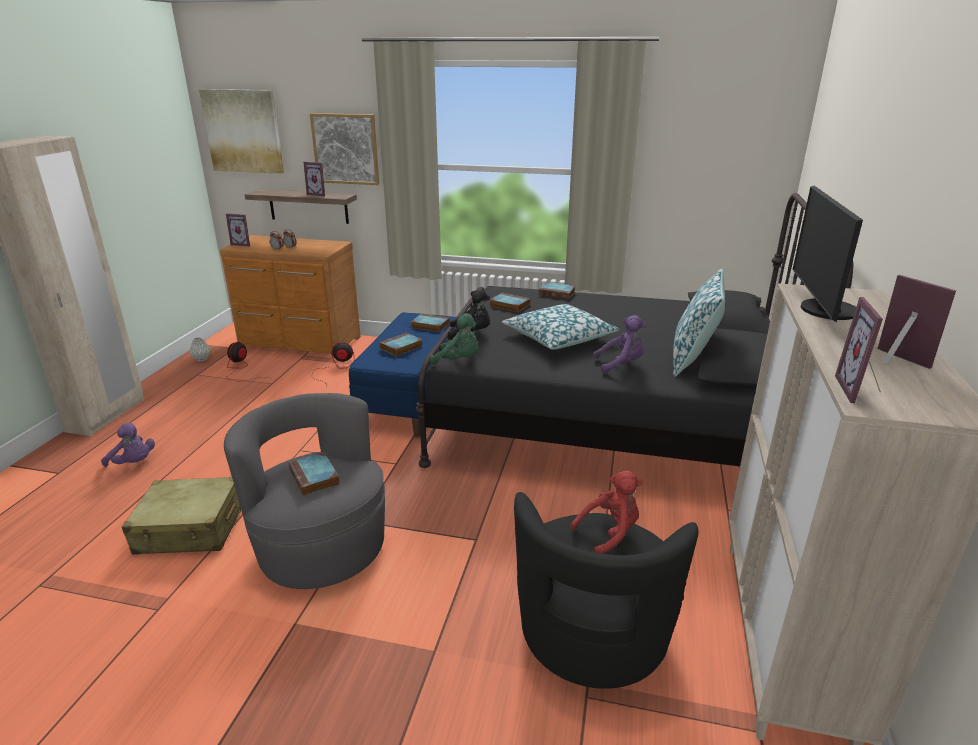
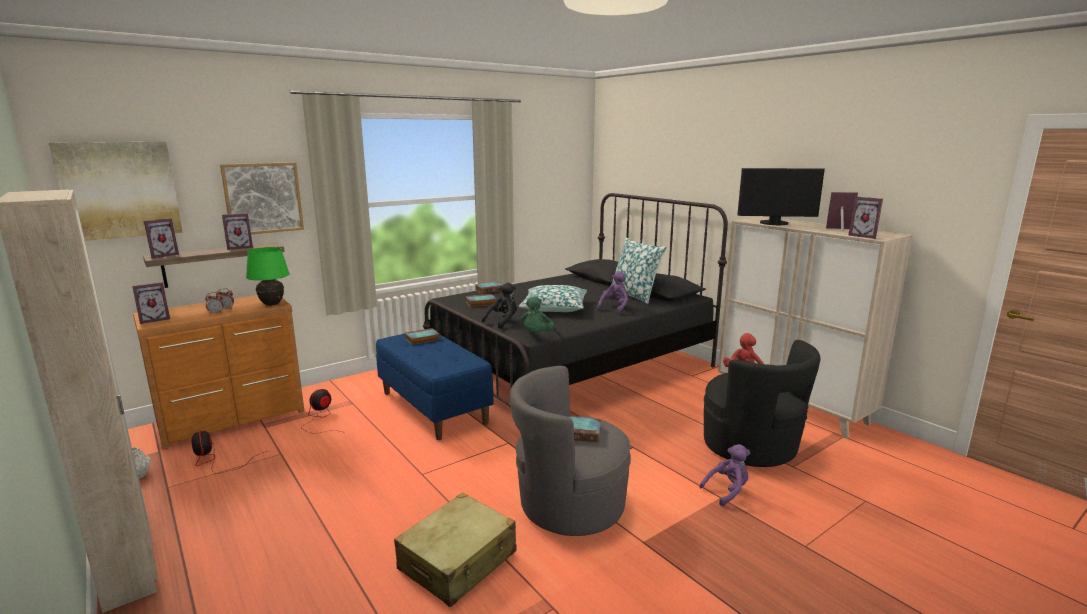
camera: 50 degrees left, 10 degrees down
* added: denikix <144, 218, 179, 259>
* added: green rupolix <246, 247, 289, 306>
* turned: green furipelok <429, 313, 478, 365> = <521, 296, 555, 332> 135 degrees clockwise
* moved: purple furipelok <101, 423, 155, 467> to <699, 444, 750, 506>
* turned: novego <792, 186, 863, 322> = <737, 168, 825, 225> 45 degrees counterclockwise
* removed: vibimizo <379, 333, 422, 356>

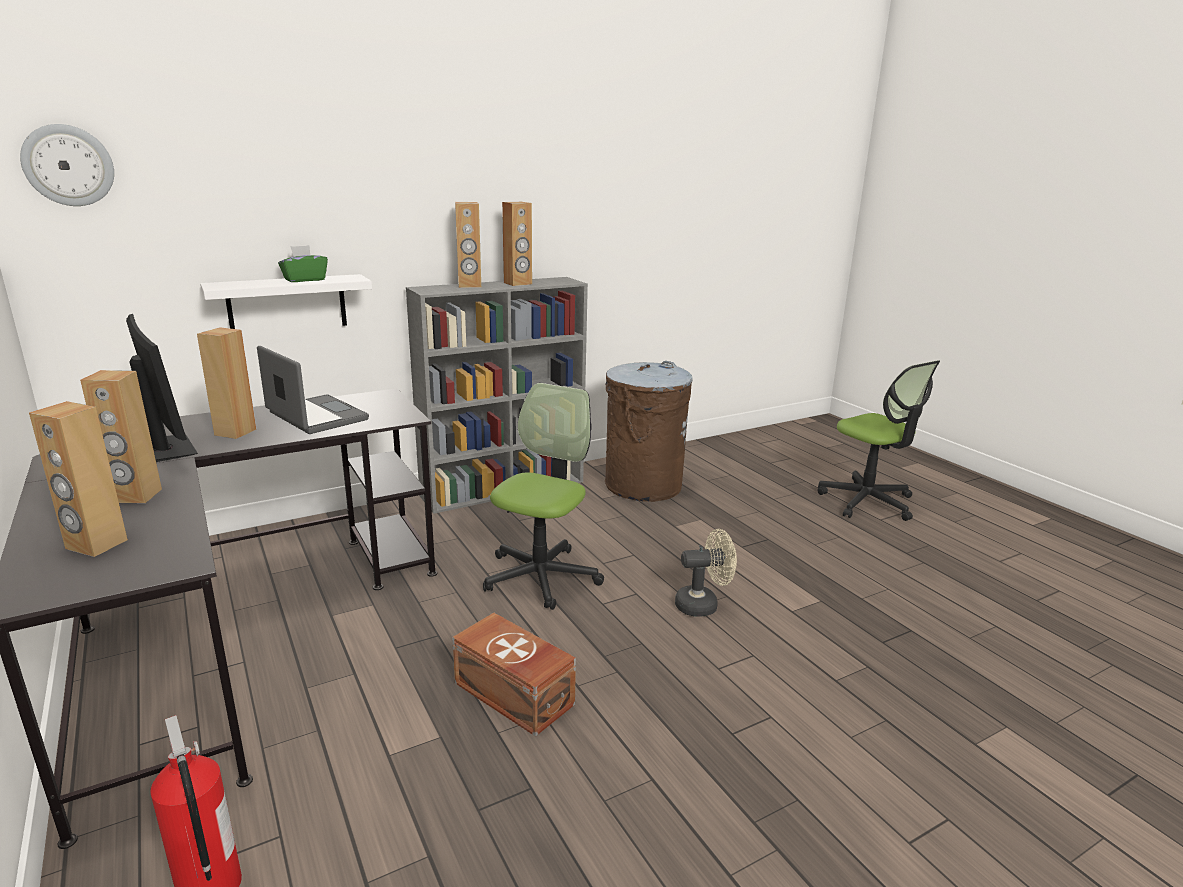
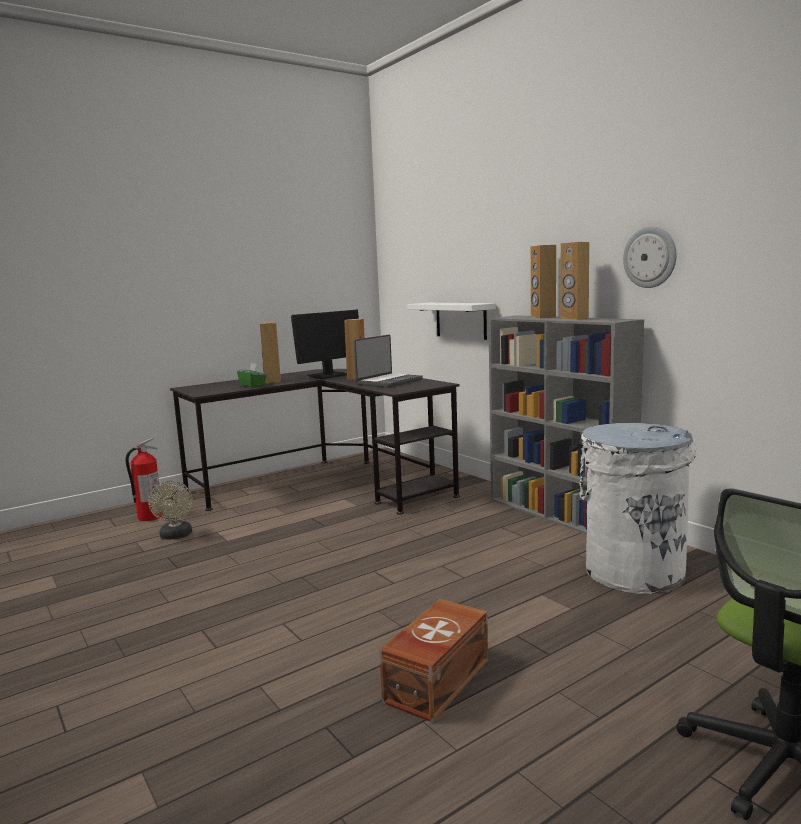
camera: 85 degrees right, 10 degrees down
* moved: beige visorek <675, 529, 737, 616> to <148, 481, 193, 540>
* moved: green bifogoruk <278, 245, 328, 282> to <237, 363, 267, 388>
* moved: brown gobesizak <452, 613, 576, 736> to <379, 599, 488, 723>
* recoloured: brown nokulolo <605, 361, 692, 502> to white nokulolo <579, 423, 697, 594>
* moved: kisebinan <20, 124, 114, 206> to <623, 226, 677, 288>
* removed: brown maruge <29, 401, 128, 557>
* removed: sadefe <483, 383, 604, 610>

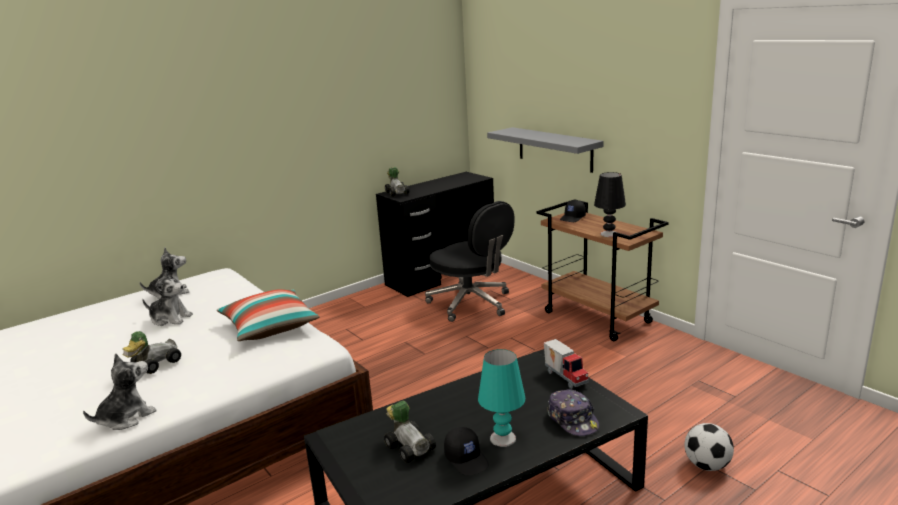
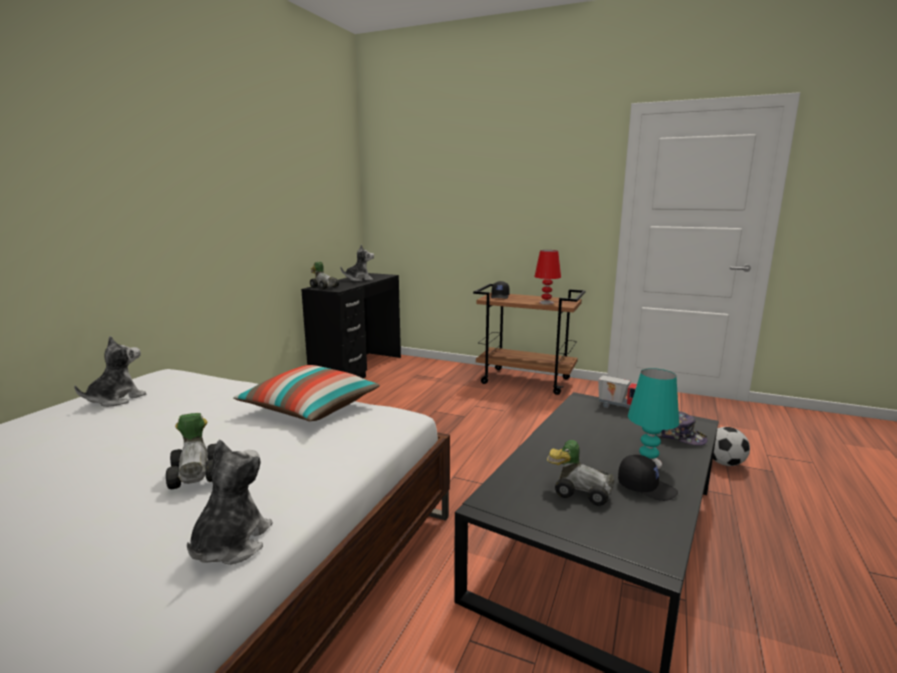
camera: 30 degrees left, 5 degrees down
* turned: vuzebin <123, 331, 181, 374> = <166, 413, 216, 489> 150 degrees clockwise
* moved: furipelok <142, 270, 193, 326> to <341, 245, 374, 281>
* recoloured: black rupolix <594, 172, 626, 237> to red rupolix <534, 250, 561, 305>
* removed: black sadefe <425, 201, 515, 322>
* removed: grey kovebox <487, 127, 604, 173>

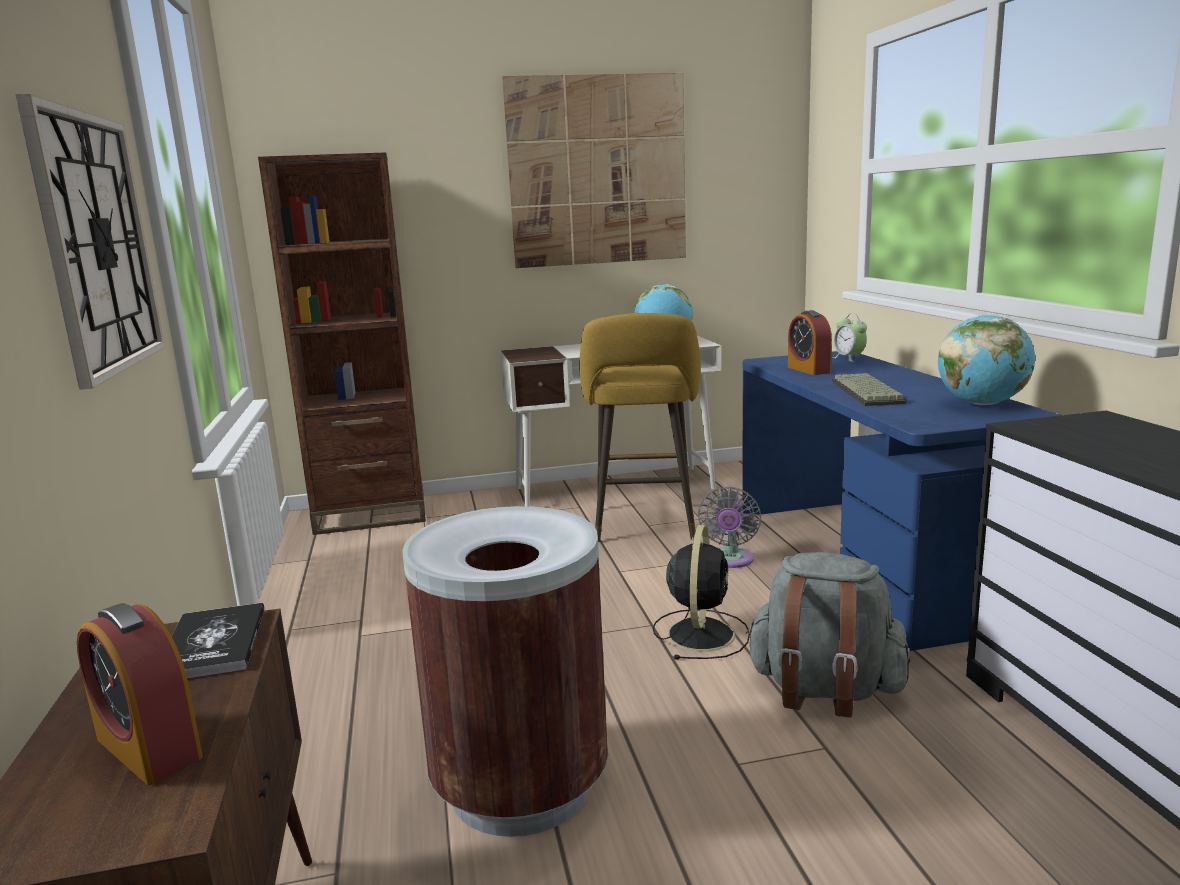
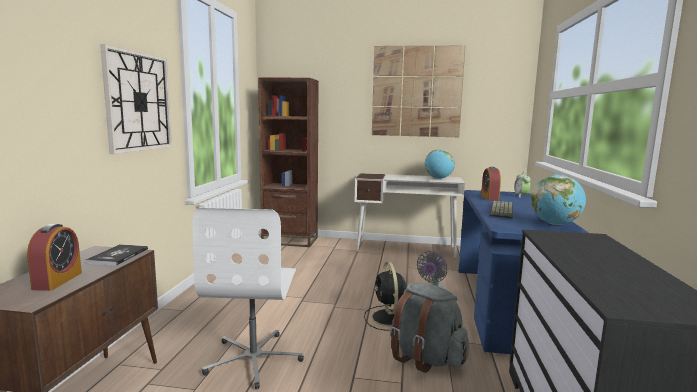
camera: 20 degrees right, 5 degrees down
* turned: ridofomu <77, 603, 203, 785> = <27, 224, 82, 291> 150 degrees counterclockwise
* replaced: brown nokulolo <402, 506, 608, 837> to white sadefe <192, 208, 304, 389>
* turned: black visorek <653, 525, 750, 660> = <364, 262, 407, 331> 135 degrees clockwise
* removed: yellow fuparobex <579, 313, 701, 542>

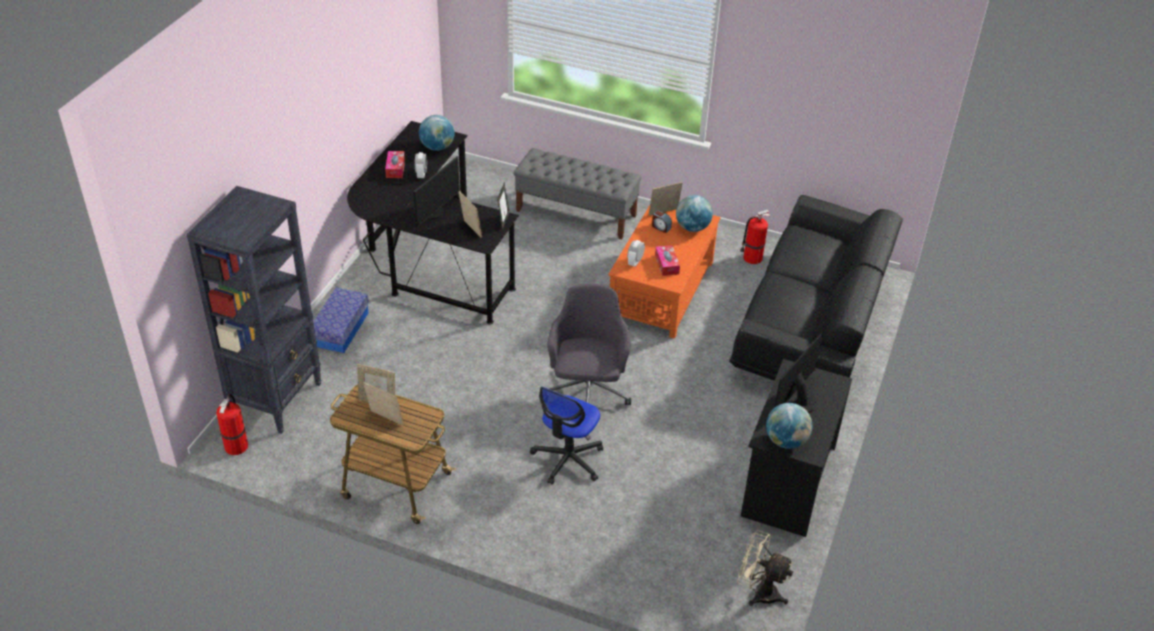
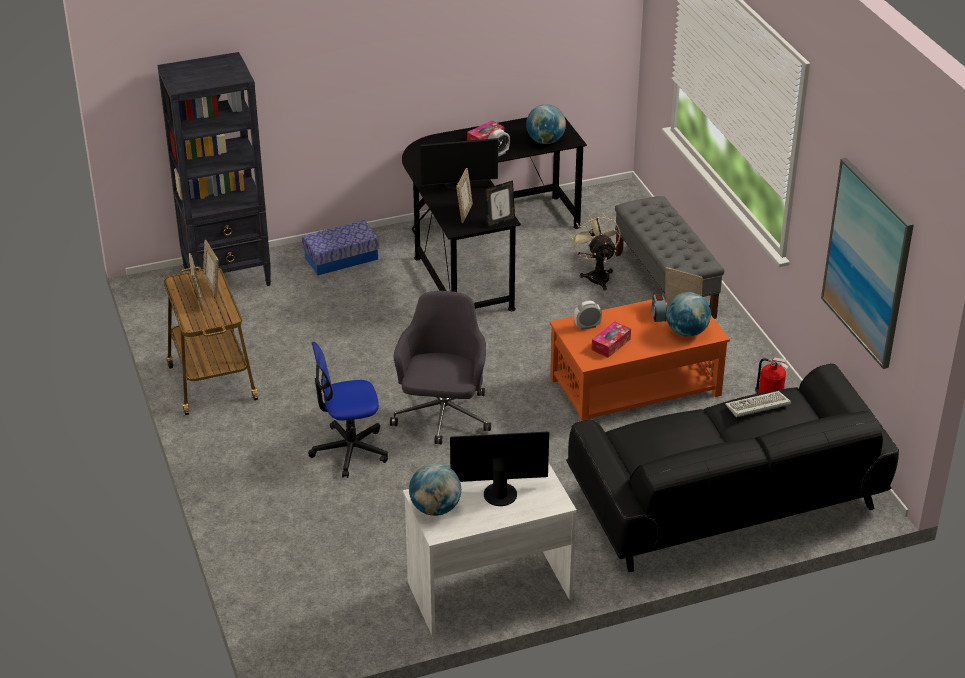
camera: 50 degrees right, 5 degrees down
* turned: grey sadefe <547, 284, 631, 405> = <390, 291, 491, 444> 45 degrees counterclockwise
* recoloured: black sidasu <741, 359, 852, 537> to white sidasu <403, 462, 577, 635>
* moved: beige visorek <737, 530, 794, 606> to <571, 213, 621, 291>
* added: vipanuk <725, 391, 791, 417>
* added: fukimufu <821, 158, 914, 369>
* removed: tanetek <216, 394, 248, 455>

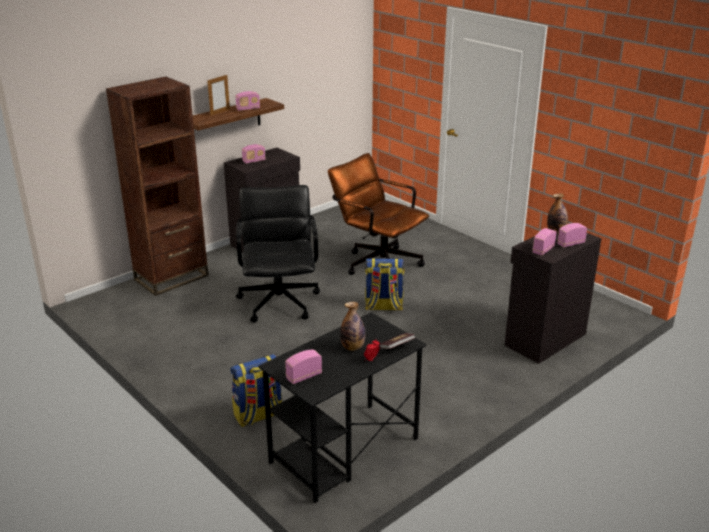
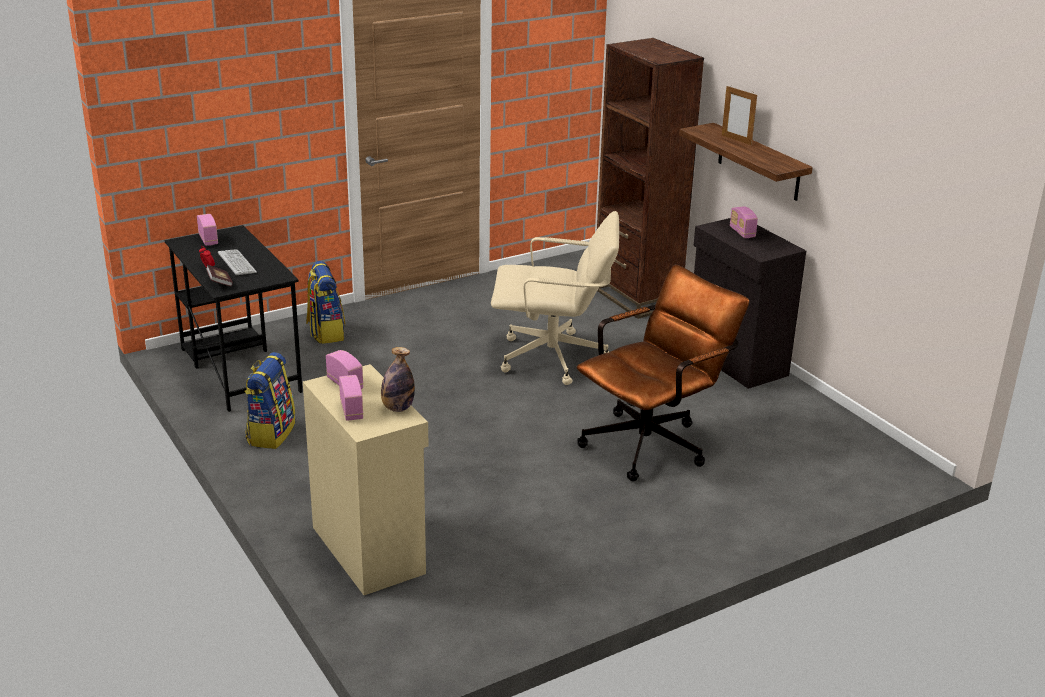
camera: 100 degrees right, 0 degrees up
* replaced: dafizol <340, 302, 366, 351> to vipanuk <218, 249, 257, 275>
* moved: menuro <365, 258, 405, 311> to <245, 352, 295, 449>
* recoloured: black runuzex <504, 233, 601, 364> to beige runuzex <303, 364, 429, 595>
* recoloured: black sadefe <236, 185, 320, 322> to beige sadefe <491, 211, 619, 385>
* removed: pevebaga <236, 91, 260, 111>

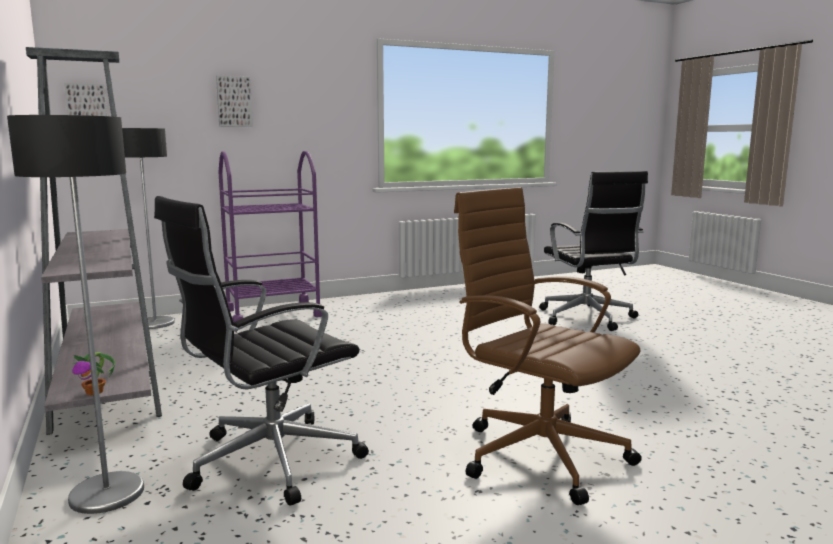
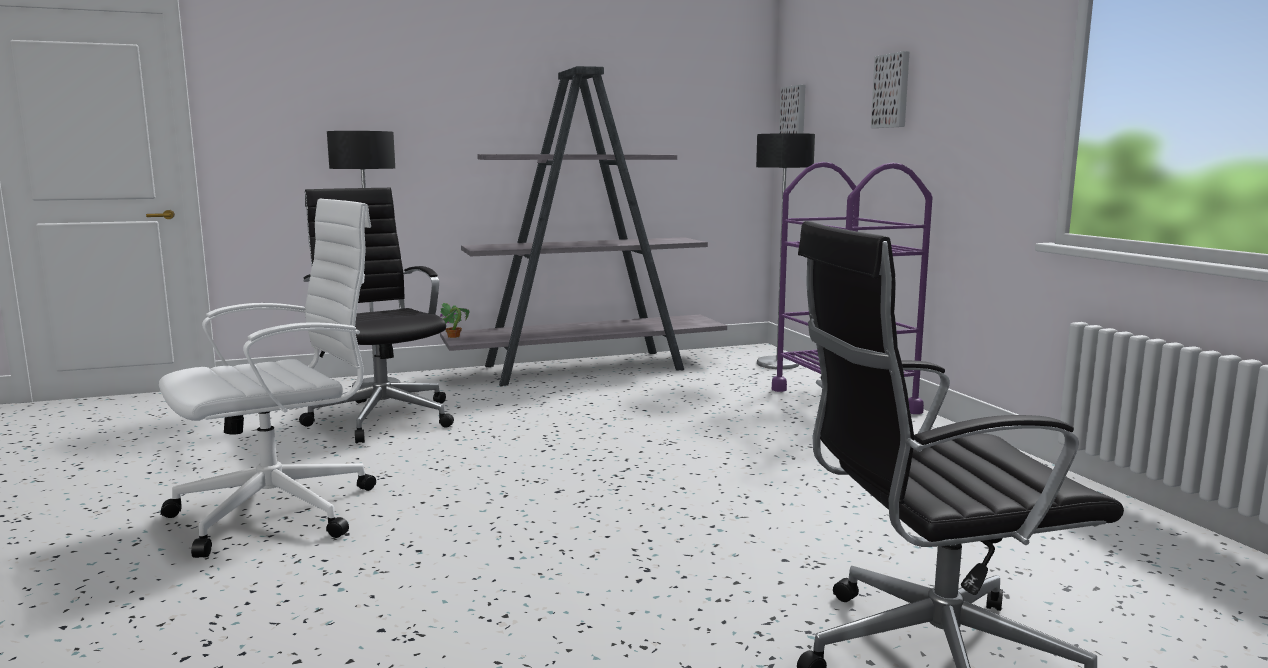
camera: 95 degrees right, 0 degrees up
* recoloured: brown sadefe <454, 187, 641, 505> to white sadefe <159, 199, 376, 558>

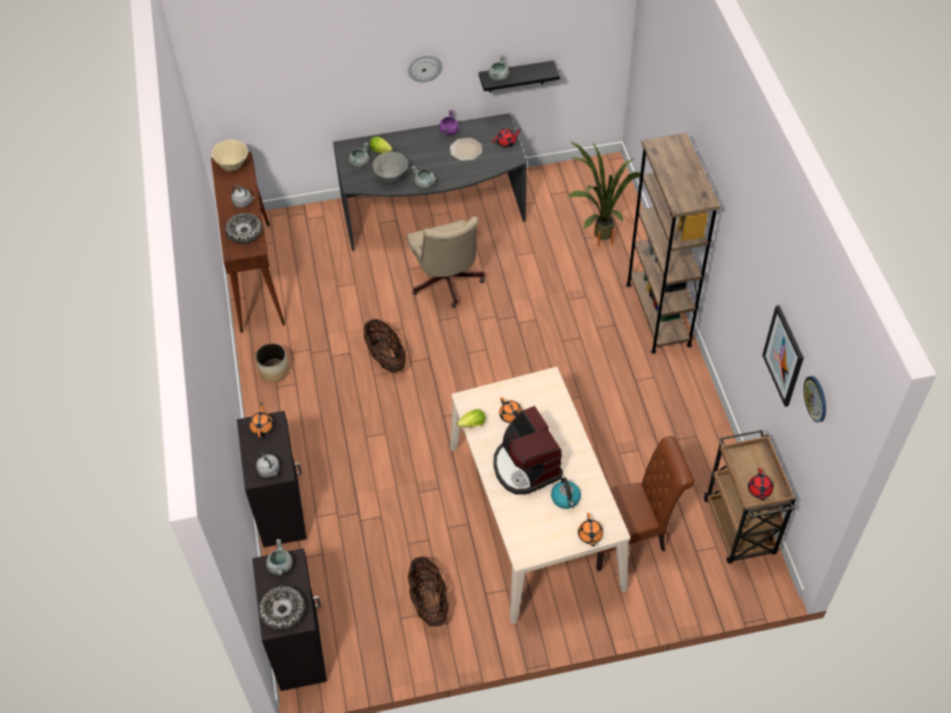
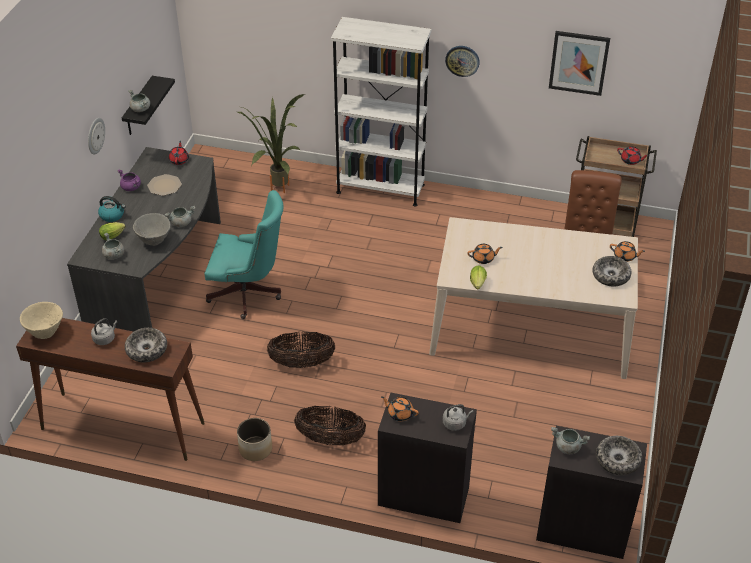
camera: 65 degrees left, 10 degrees down
* moved: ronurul <551, 477, 581, 509> to <98, 196, 126, 222>
* recoloured: beige sadefe <407, 216, 485, 308> to turquoise sadefe <204, 190, 283, 319>
* moved: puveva <408, 557, 449, 627> to <294, 406, 366, 446>
* recoloured: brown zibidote <626, 133, 720, 354> to white zibidote <331, 17, 431, 207>
* moved: kisebinan <804, 376, 826, 422> to <445, 46, 480, 77>
* added: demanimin <592, 256, 631, 287>
* removed: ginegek <493, 406, 563, 495>

